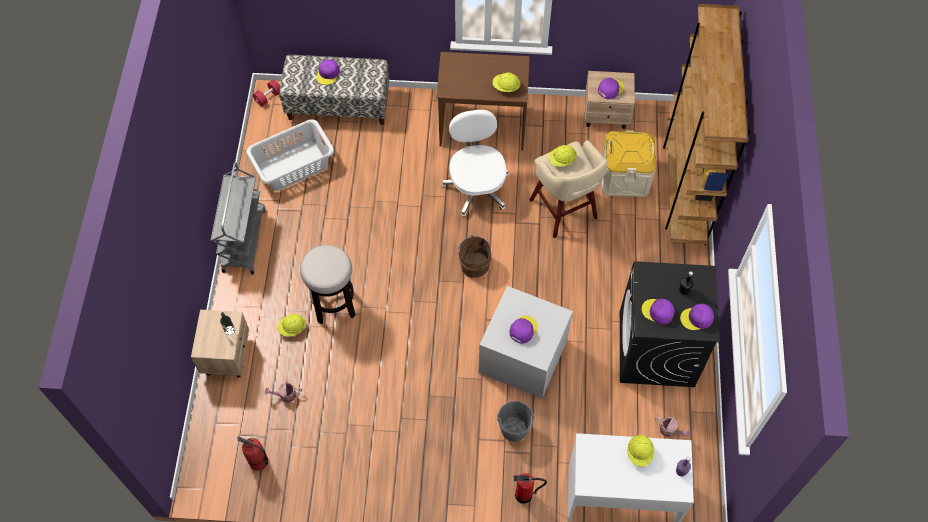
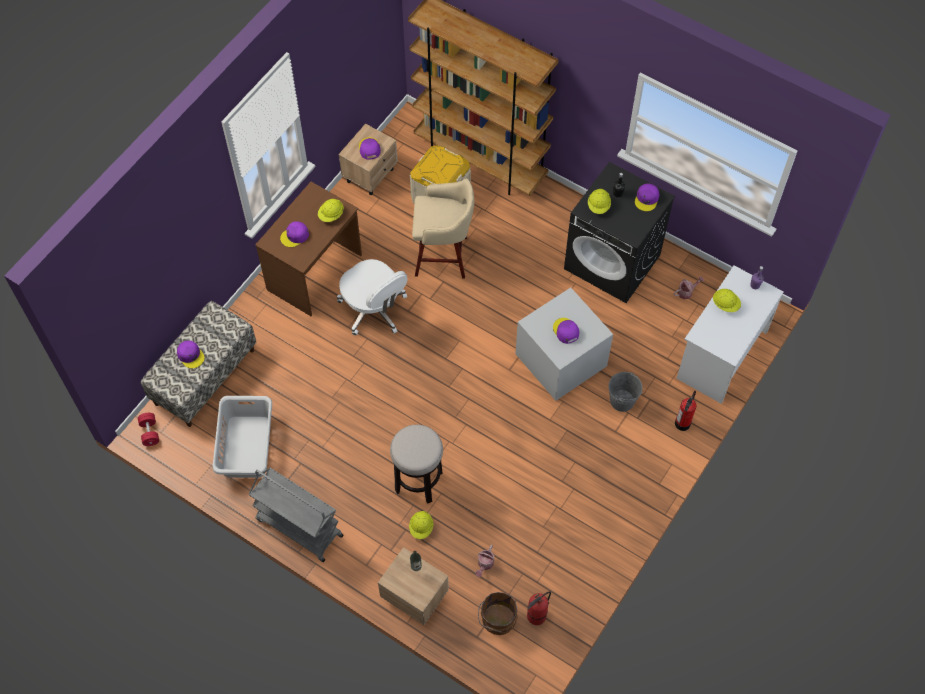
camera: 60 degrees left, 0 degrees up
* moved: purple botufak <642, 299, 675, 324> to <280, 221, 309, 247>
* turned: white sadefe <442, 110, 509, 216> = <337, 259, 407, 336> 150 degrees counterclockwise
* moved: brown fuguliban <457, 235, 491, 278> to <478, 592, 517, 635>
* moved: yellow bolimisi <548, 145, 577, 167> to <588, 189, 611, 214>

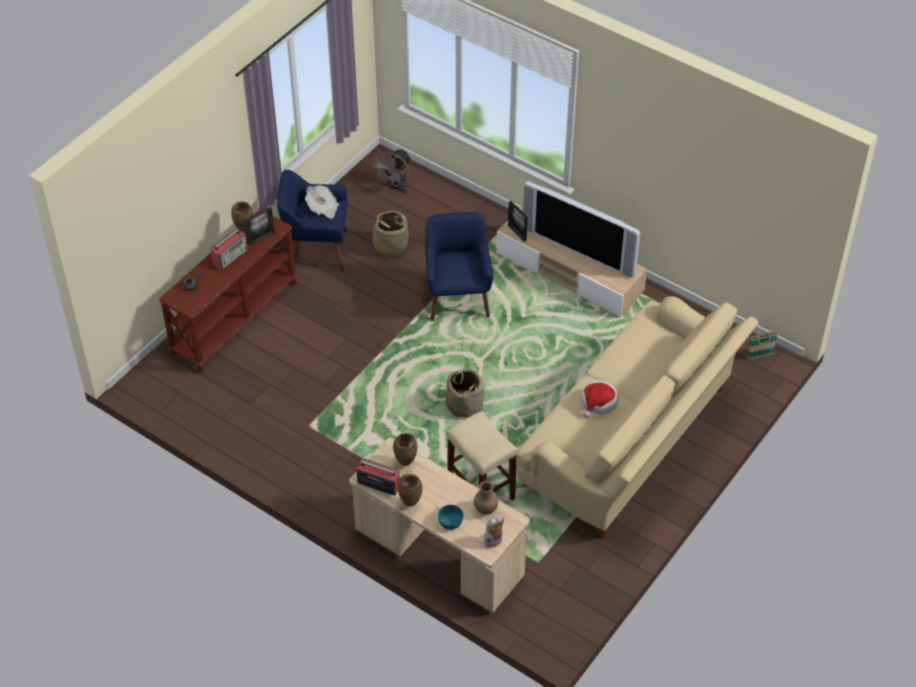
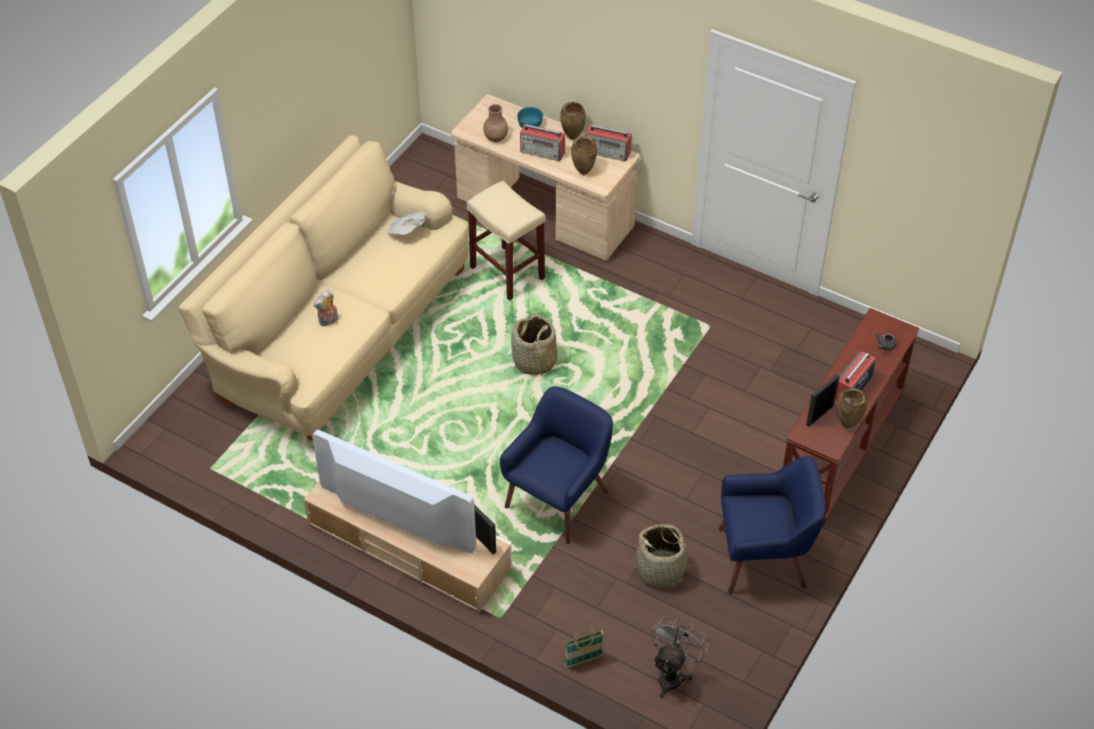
camera: 175 degrees right, 0 degrees up
* moved: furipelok <484, 517, 504, 548> to <314, 290, 338, 326>
* moved: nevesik <305, 185, 339, 219> to <386, 212, 426, 235>
* turned: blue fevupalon <426, 212, 493, 321> = <500, 386, 613, 544> 135 degrees counterclockwise
* added: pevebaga <520, 124, 565, 161>
* moved: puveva <747, 325, 778, 359> to <564, 625, 604, 668>
* removed: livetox <581, 380, 619, 418>

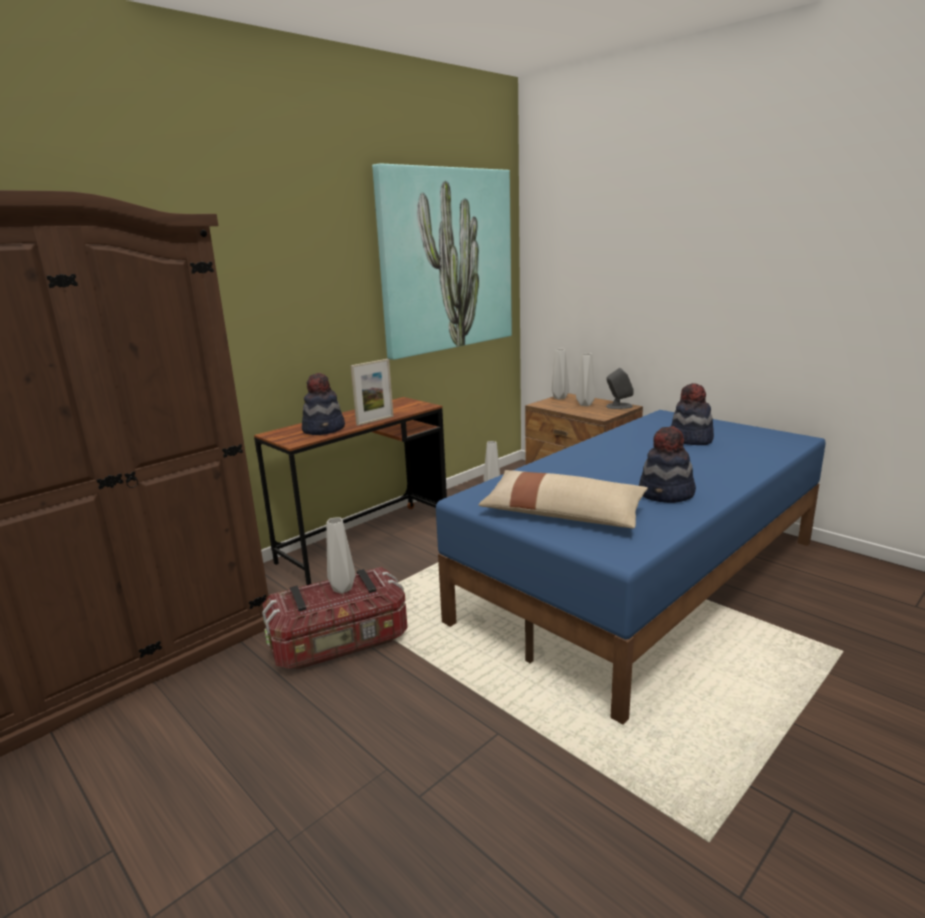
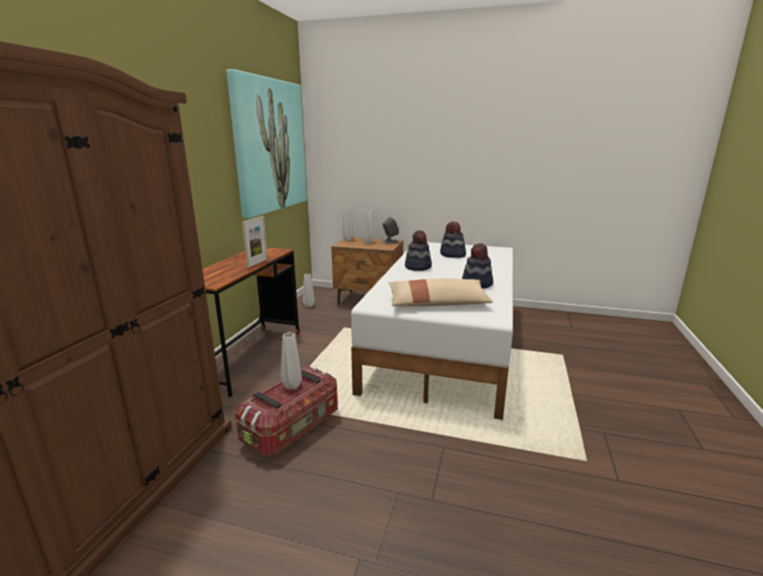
camera: 30 degrees left, 0 degrees up
* recoloured: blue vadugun <436, 410, 826, 725> to white vadugun <351, 242, 513, 420>
* moved: livetox <302, 373, 345, 435> to <405, 230, 432, 271>

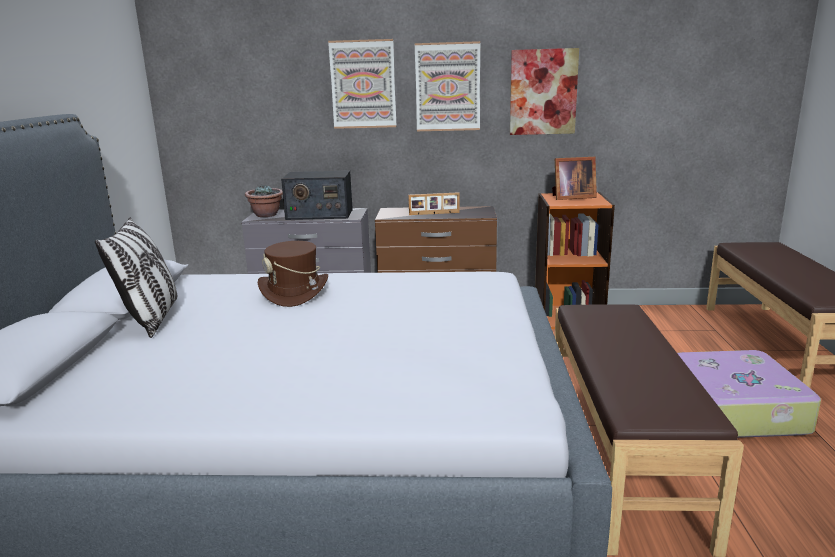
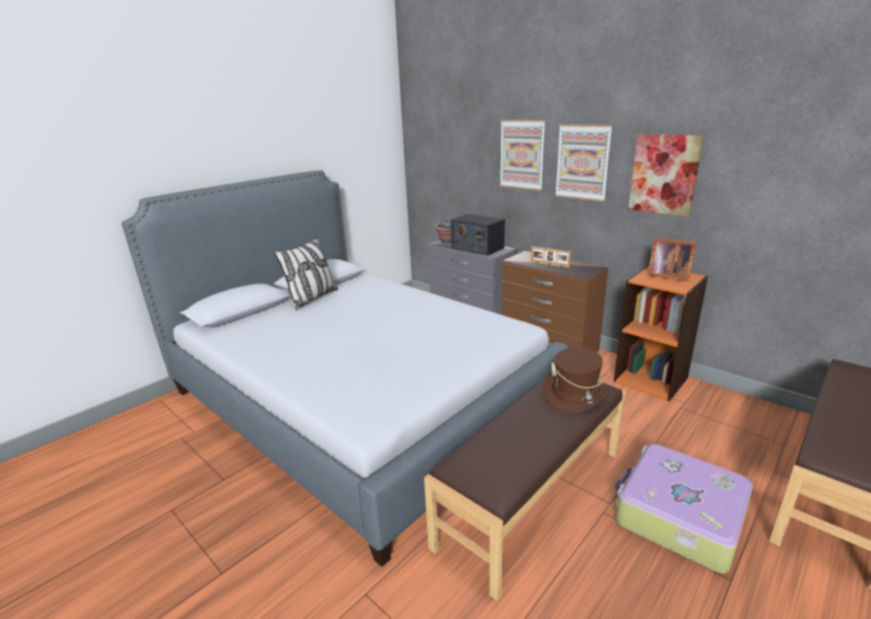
camera: 40 degrees right, 5 degrees up
* moved: brown livetox <258, 241, 328, 307> to <544, 347, 609, 414>

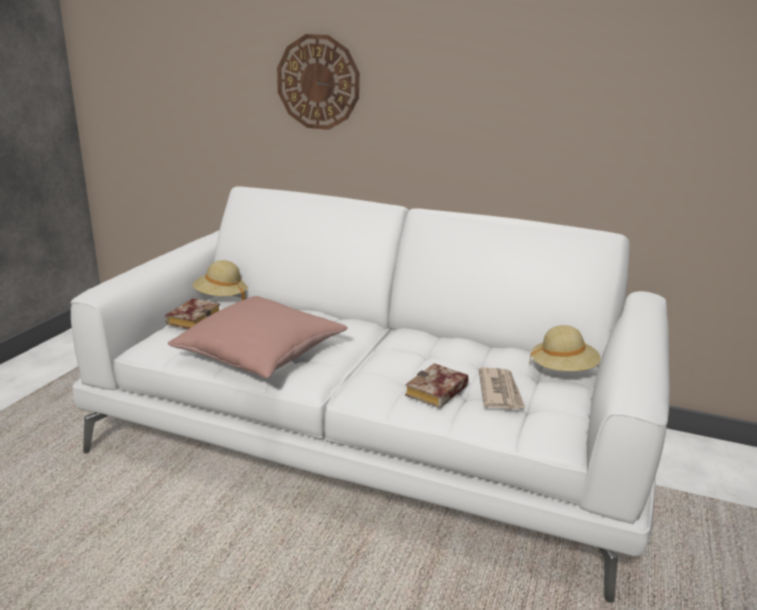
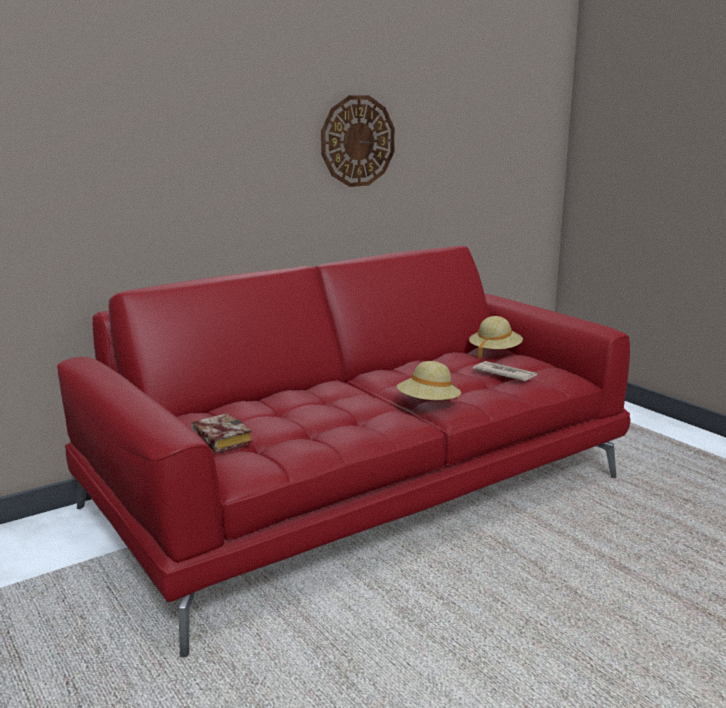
camera: 55 degrees left, 5 degrees down
* recoloured: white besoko <71, 186, 670, 603> to red besoko <57, 246, 630, 657>
* moved: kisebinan <277, 34, 359, 130> to <321, 95, 395, 187>
* moved: beige livetox <193, 260, 249, 300> to <397, 361, 461, 400>
* removed: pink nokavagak <168, 296, 348, 378>
* removed: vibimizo <405, 363, 469, 409>

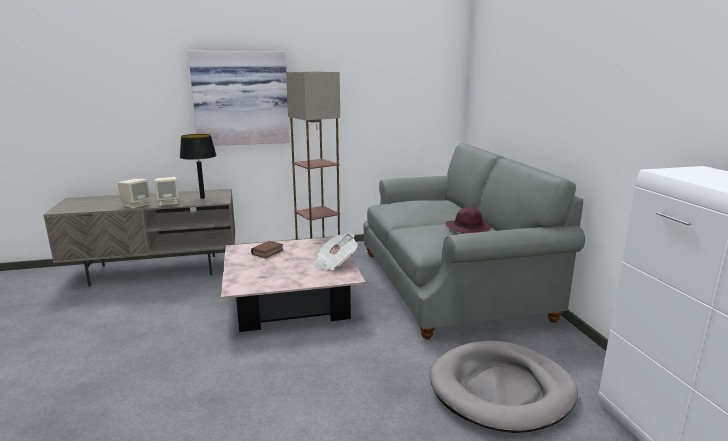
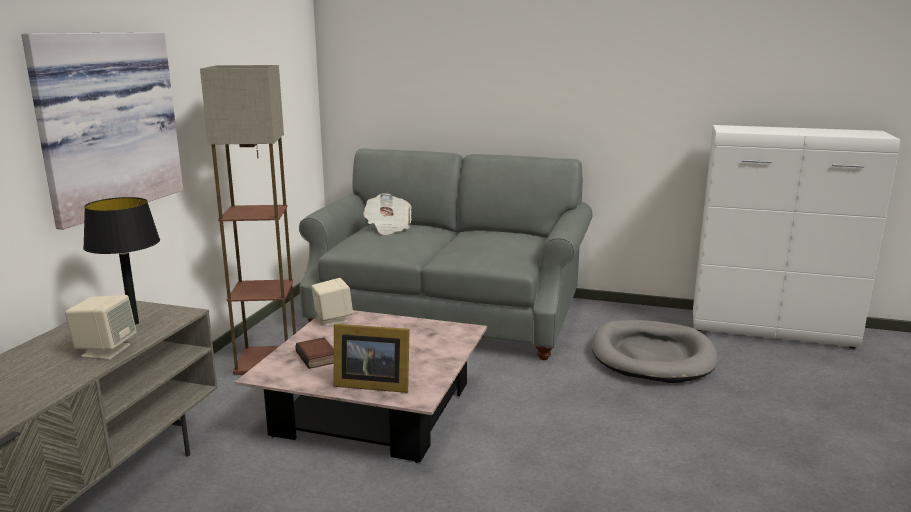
camera: 60 degrees left, 0 degrees up
* moved: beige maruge <118, 179, 151, 208> to <311, 278, 353, 326>
* added: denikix <334, 324, 410, 393>
* moved: nevesik <311, 233, 358, 270> to <363, 193, 412, 235>
* removed: purple livetox <446, 207, 491, 233>

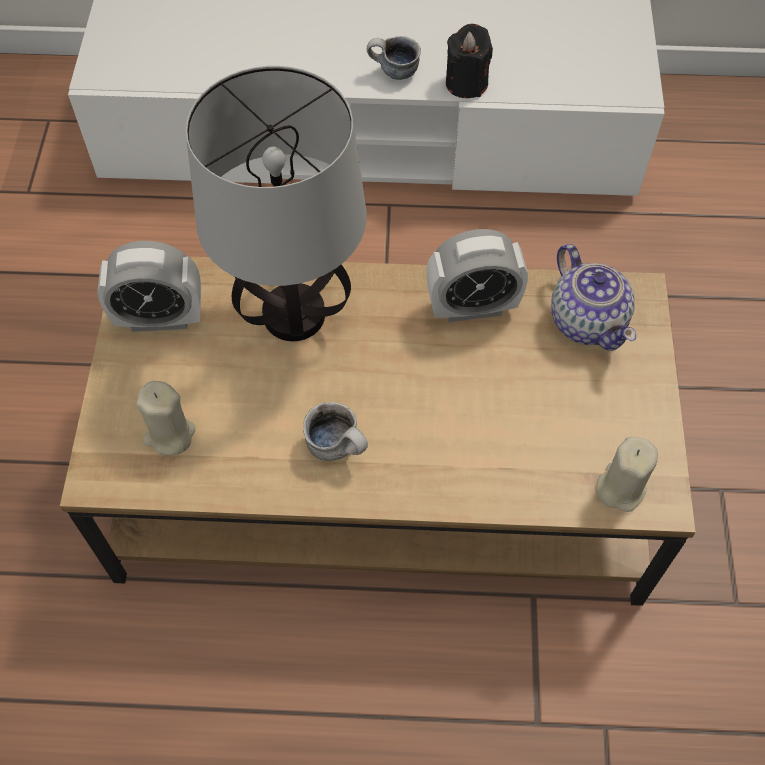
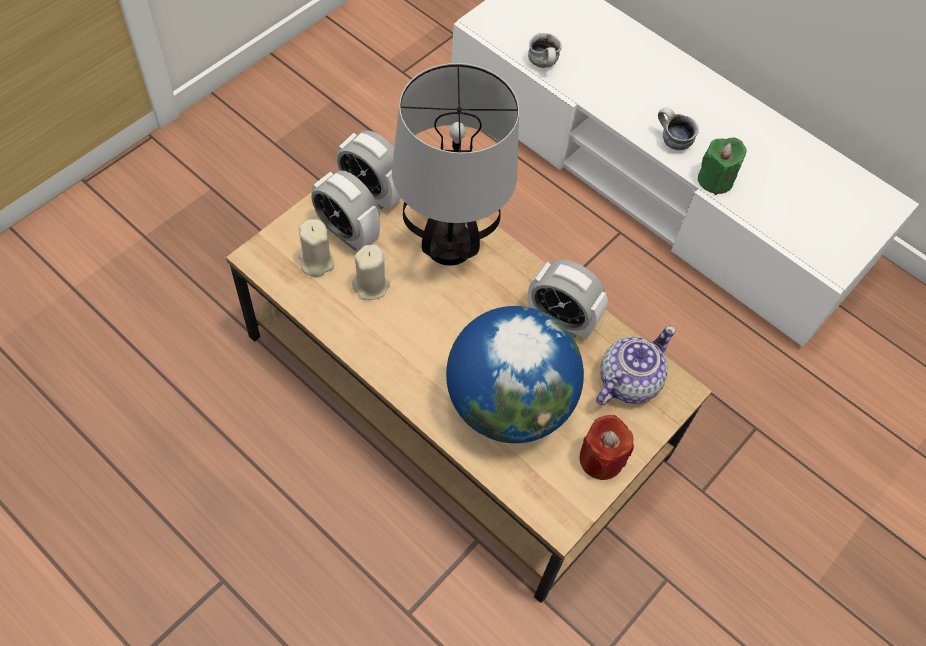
camera: 35 degrees right, 0 degrees up
* added: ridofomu <312, 171, 380, 251>
* moved: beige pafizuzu <596, 436, 658, 512> to <352, 244, 390, 300>
* added: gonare <446, 306, 584, 443>
* moved: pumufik <303, 402, 368, 461> to <528, 33, 562, 68>
* added: red pafizuzu <580, 415, 634, 480>
* turned: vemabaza <551, 244, 636, 351> = <596, 326, 676, 405> 150 degrees counterclockwise
* recoloured: black pafizuzu <446, 24, 493, 98> to green pafizuzu <698, 138, 747, 195>

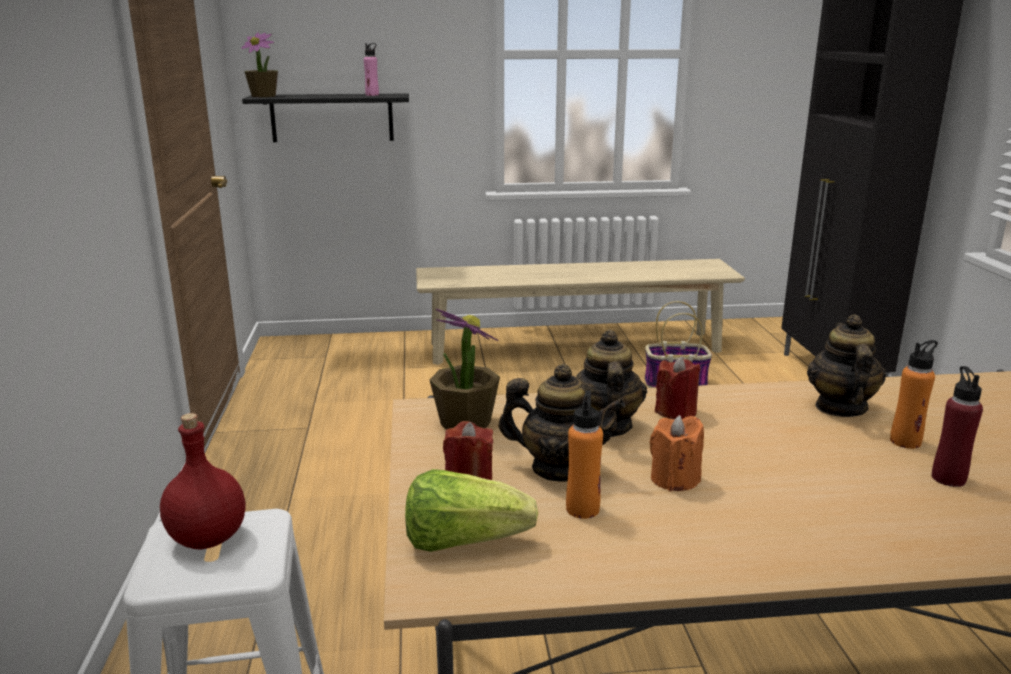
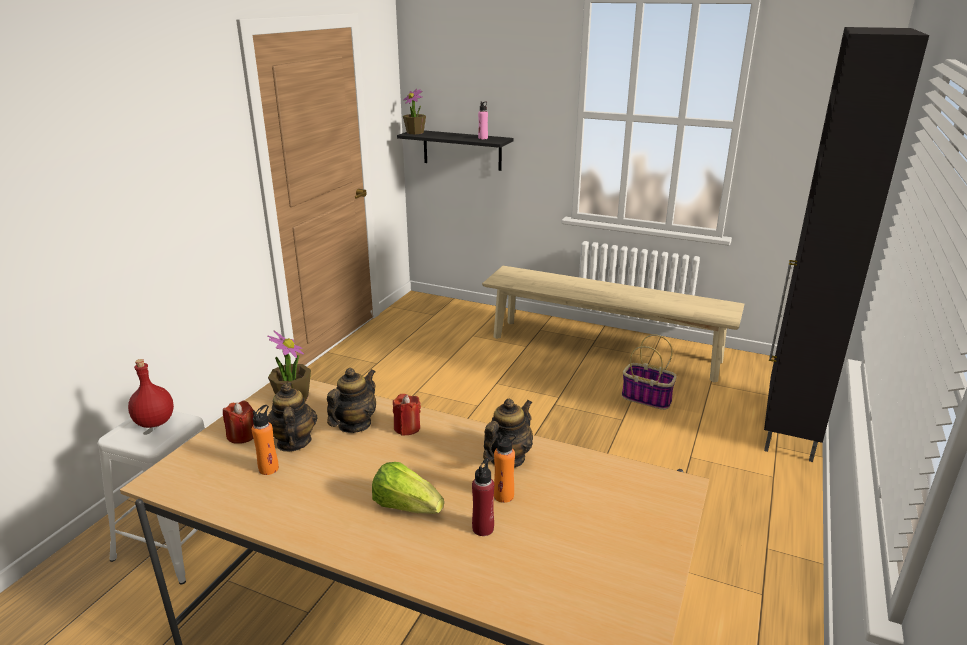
camera: 30 degrees right, 5 degrees up
* turned: vemabaza <498, 364, 625, 481> = <268, 382, 318, 452> 150 degrees counterclockwise
* moved: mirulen <405, 469, 538, 552> to <372, 462, 444, 514>
* removed: orange pafizuzu <650, 415, 704, 491>

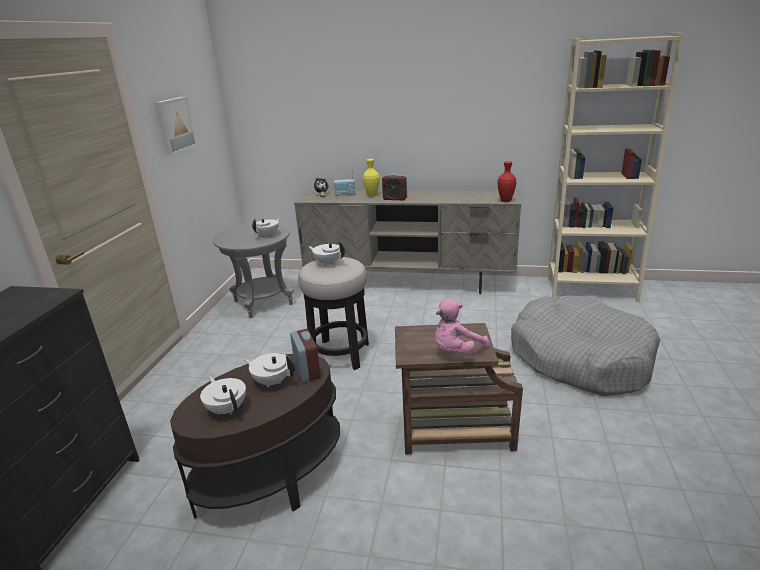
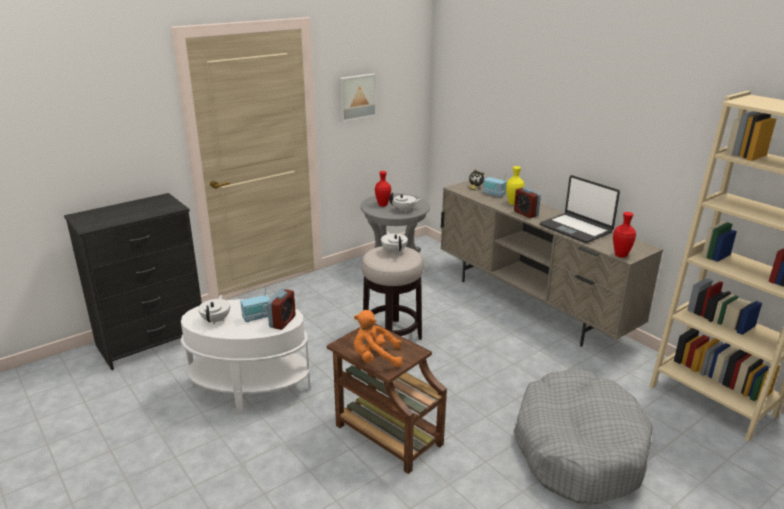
camera: 40 degrees right, 0 degrees up
* recoloured: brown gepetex <170, 354, 340, 519> to white gepetex <181, 299, 310, 414>
* replaced: white vemabaza <243, 353, 295, 388> to pevebaga <240, 285, 270, 322>
* recoloured: pink furipelok <435, 299, 489, 355> to orange furipelok <354, 310, 402, 367>
* added: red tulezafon <375, 171, 391, 207>
* added: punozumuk <540, 175, 620, 243>

